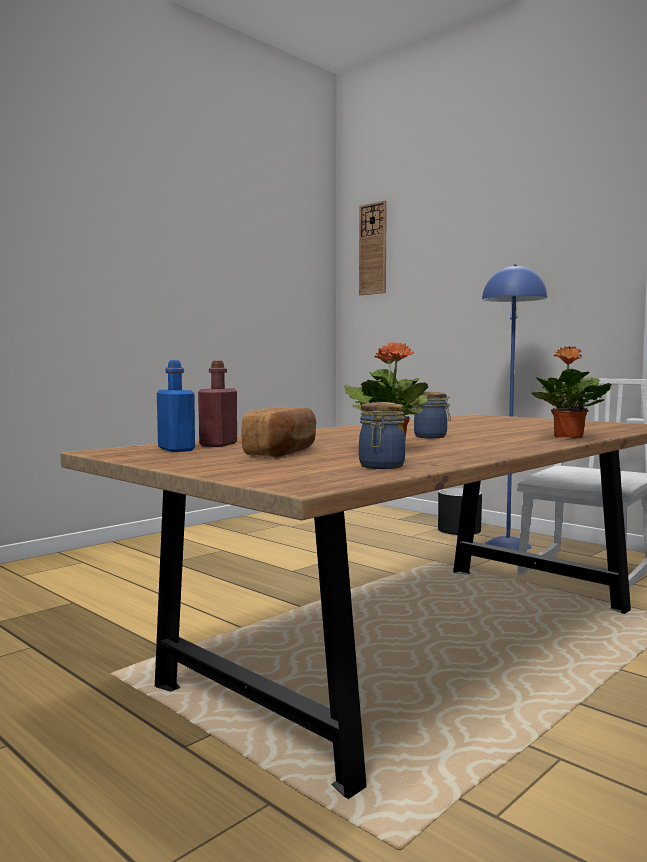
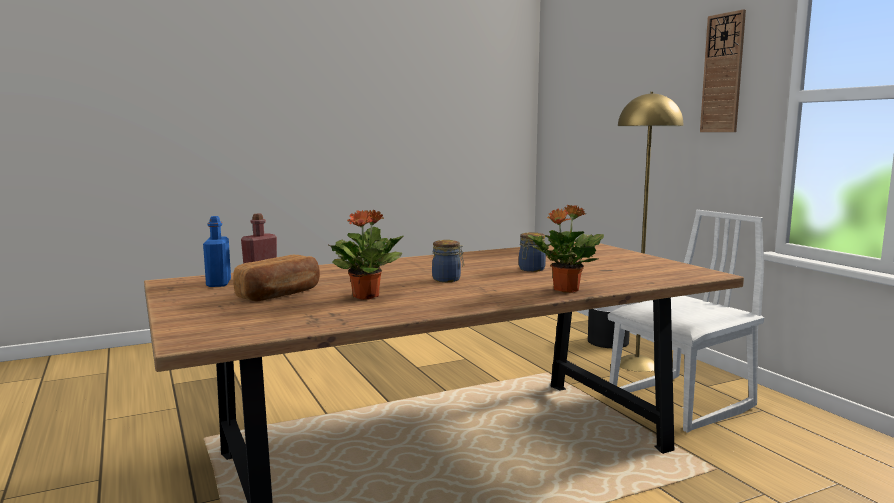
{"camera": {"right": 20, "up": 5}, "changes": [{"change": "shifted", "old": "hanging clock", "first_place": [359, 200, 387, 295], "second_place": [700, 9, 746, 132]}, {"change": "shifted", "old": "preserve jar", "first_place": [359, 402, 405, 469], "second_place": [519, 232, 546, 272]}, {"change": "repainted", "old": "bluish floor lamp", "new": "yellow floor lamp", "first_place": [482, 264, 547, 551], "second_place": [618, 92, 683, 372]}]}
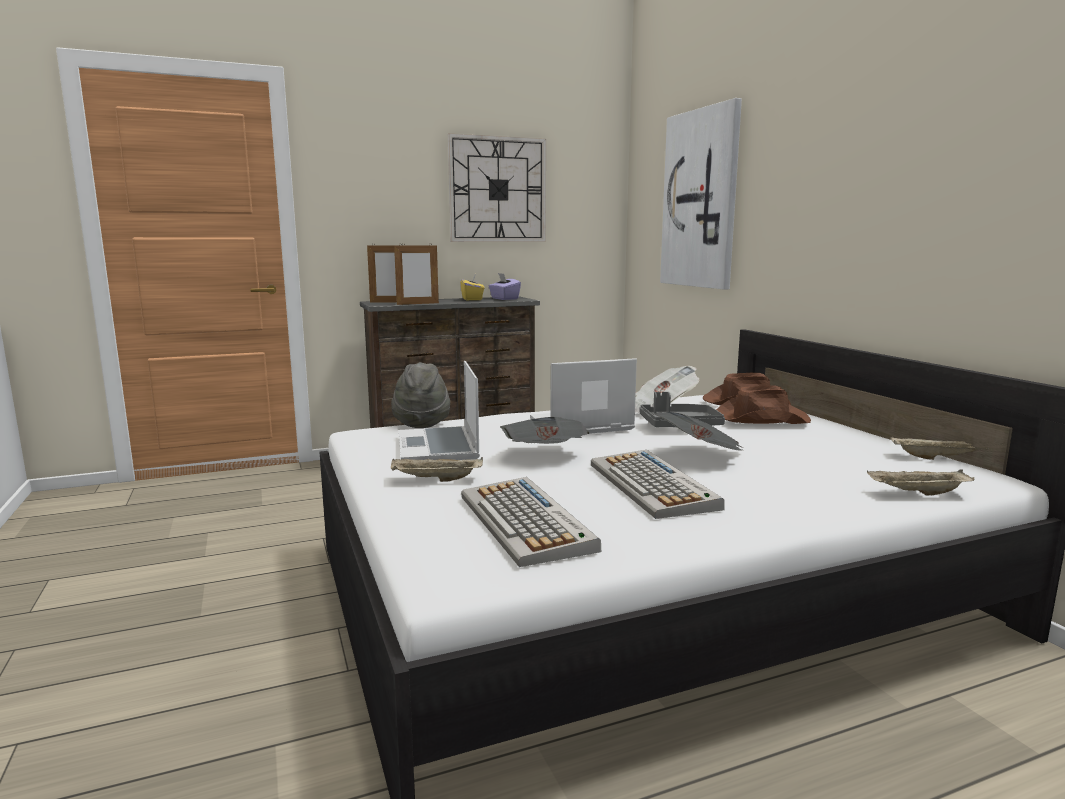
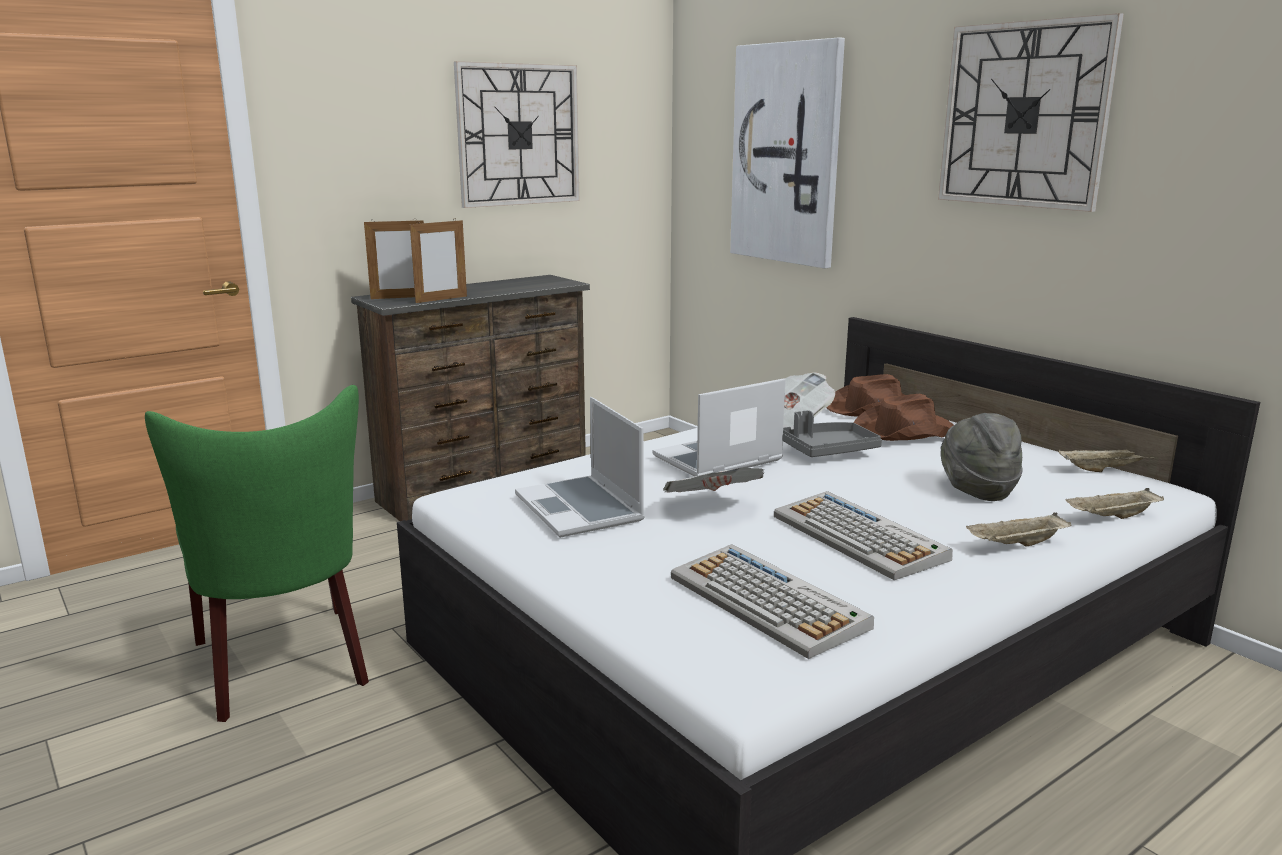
{"camera": {"right": -15, "up": 5}, "changes": [{"change": "gone", "old": "yellow box of tissues", "first_place": [460, 274, 484, 300]}, {"change": "gone", "old": "purple box of tissues", "first_place": [489, 273, 521, 300]}, {"change": "gone", "old": "daily paper", "first_place": [655, 412, 743, 450]}, {"change": "new", "new": "green plain chair", "second_place": [145, 385, 369, 722]}, {"change": "new", "new": "hanging clock", "second_place": [938, 13, 1124, 212]}, {"change": "shifted", "old": "gray clothing hat", "first_place": [391, 362, 450, 428], "second_place": [941, 413, 1023, 501]}, {"change": "shifted", "old": "beige carrying tray", "first_place": [391, 457, 483, 482], "second_place": [966, 512, 1071, 547]}]}
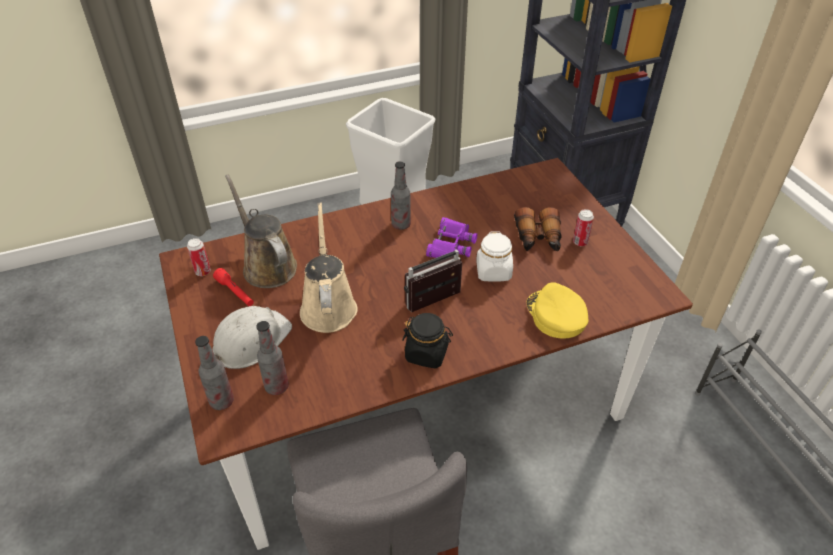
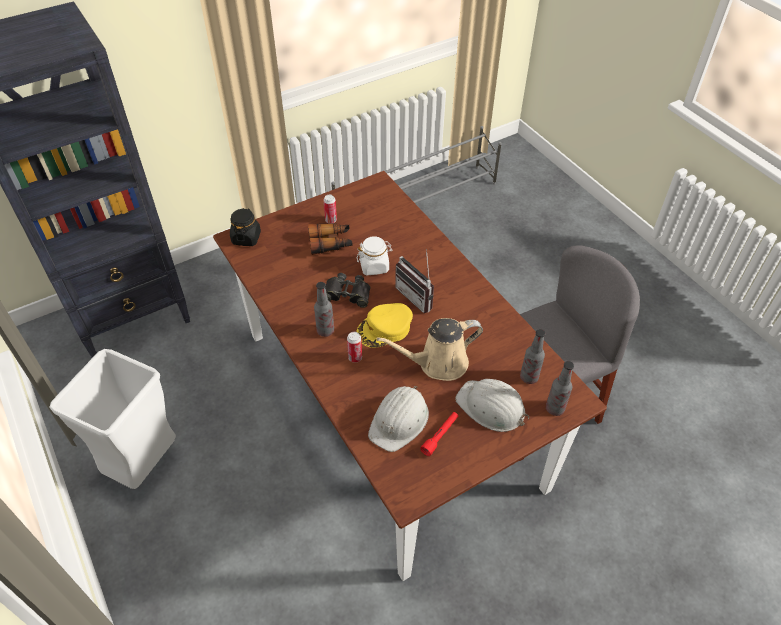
{"camera": {"right": -100, "up": 5}, "changes": [{"change": "shifted", "old": "can", "first_place": [187, 238, 211, 276], "second_place": [347, 332, 362, 363]}, {"change": "shifted", "old": "black-coloured preserve jar", "first_place": [402, 313, 453, 368], "second_place": [230, 208, 261, 246]}, {"change": "shifted", "old": "yellow peaked cap", "first_place": [527, 282, 588, 339], "second_place": [356, 303, 413, 348]}, {"change": "swapped", "old": "brown-coloured watering can", "new": "whitish hard hat", "first_place": [225, 174, 297, 288], "second_place": [368, 386, 429, 452]}, {"change": "repainted", "old": "purple binoculars", "new": "black-coloured binoculars", "first_place": [426, 217, 477, 258], "second_place": [325, 273, 371, 308]}]}
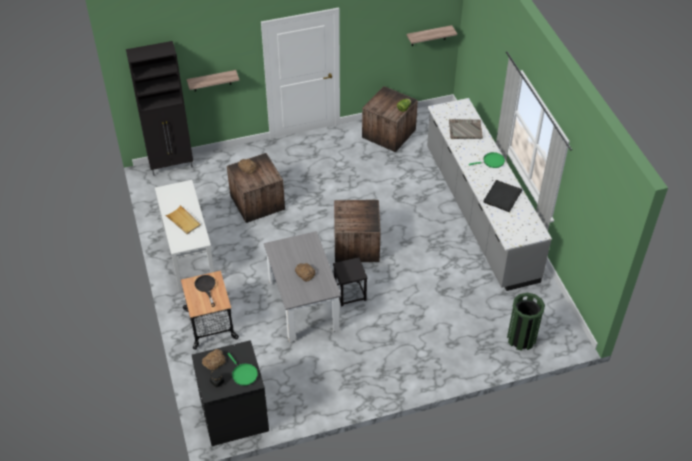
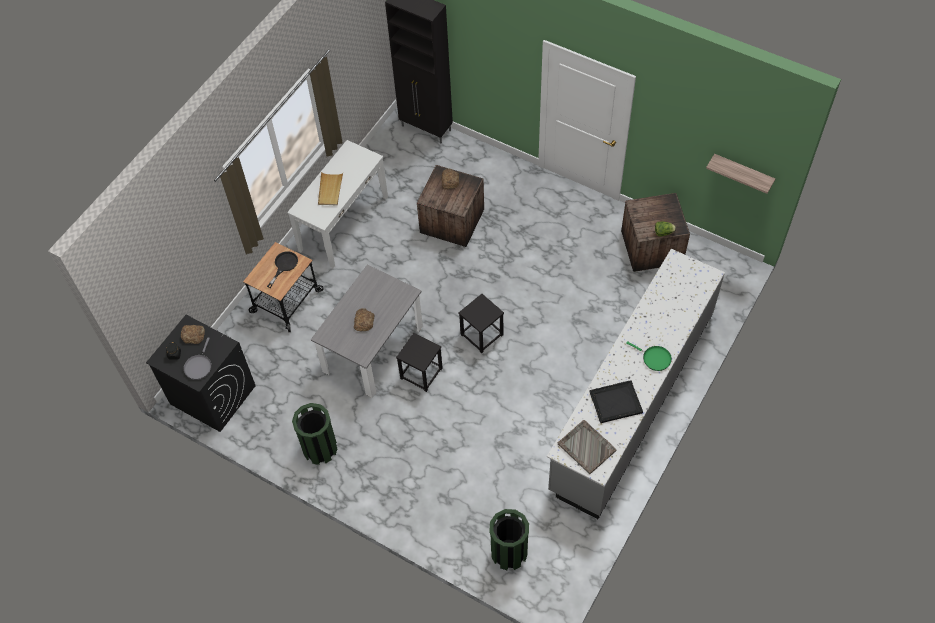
{"camera": {"right": 50, "up": 10}, "changes": [{"change": "gone", "old": "shelf", "first_place": [187, 70, 239, 92]}, {"change": "new", "new": "green rubbish bin", "second_place": [292, 403, 337, 465]}, {"change": "shifted", "old": "gray carrying tray", "first_place": [449, 119, 483, 139], "second_place": [558, 420, 617, 474]}, {"change": "swapped", "old": "packing crate", "new": "black-coloured stool", "first_place": [334, 200, 381, 263], "second_place": [458, 294, 504, 353]}, {"change": "repainted", "old": "green pan", "new": "gray pan", "first_place": [227, 353, 258, 386], "second_place": [183, 337, 212, 380]}]}
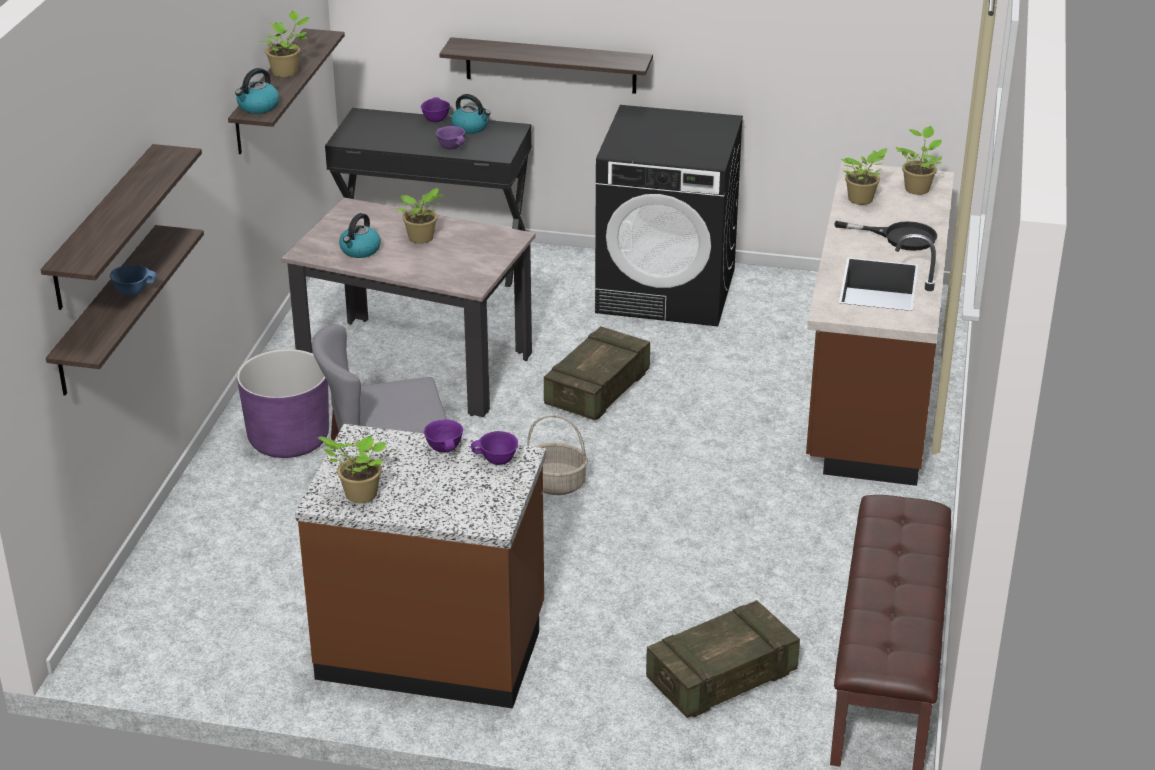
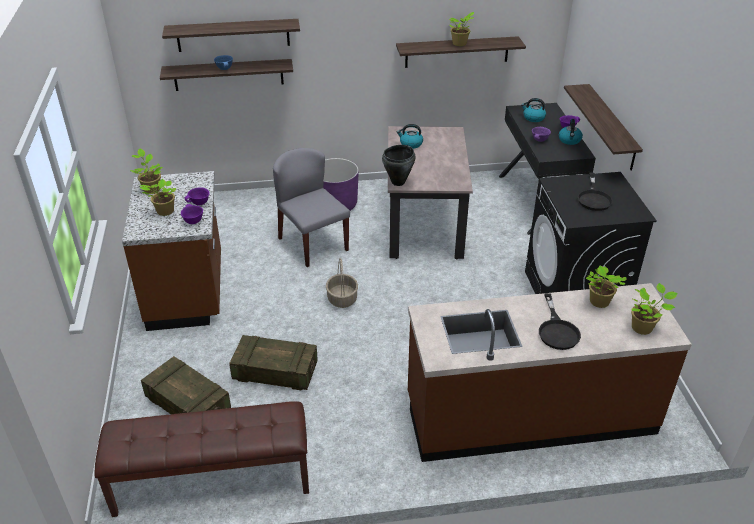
{"camera": {"right": 70, "up": 5}, "changes": [{"change": "new", "new": "black-coloured cooking pot", "second_place": [382, 145, 416, 186]}, {"change": "new", "new": "black-coloured pan", "second_place": [578, 173, 613, 211]}, {"change": "shifted", "old": "kettle", "first_place": [235, 68, 279, 114], "second_place": [521, 98, 546, 122]}, {"change": "shifted", "old": "potted plant", "first_place": [397, 188, 443, 244], "second_place": [139, 179, 176, 216]}, {"change": "shifted", "old": "packing crate", "first_place": [544, 326, 650, 420], "second_place": [229, 335, 318, 390]}]}
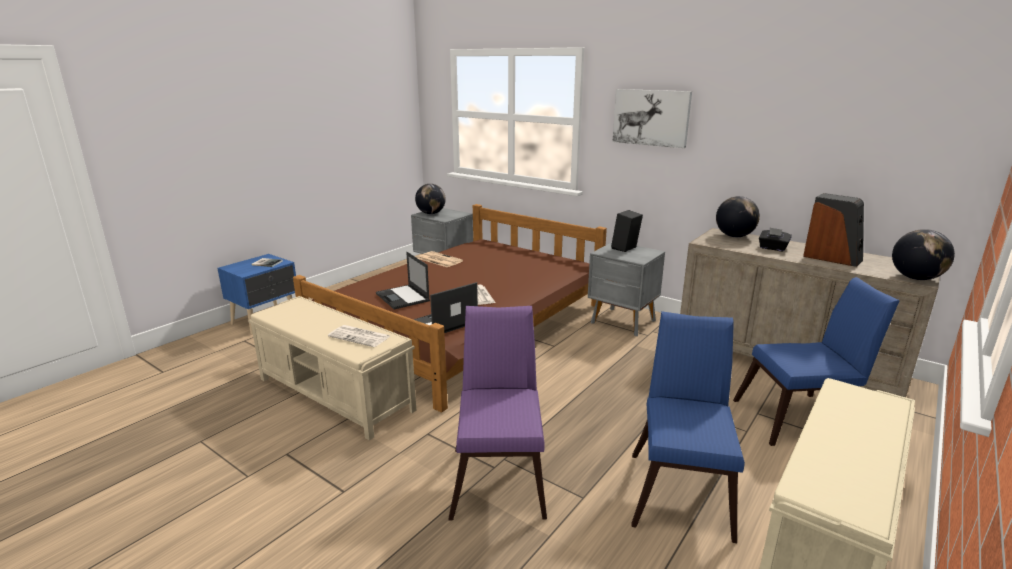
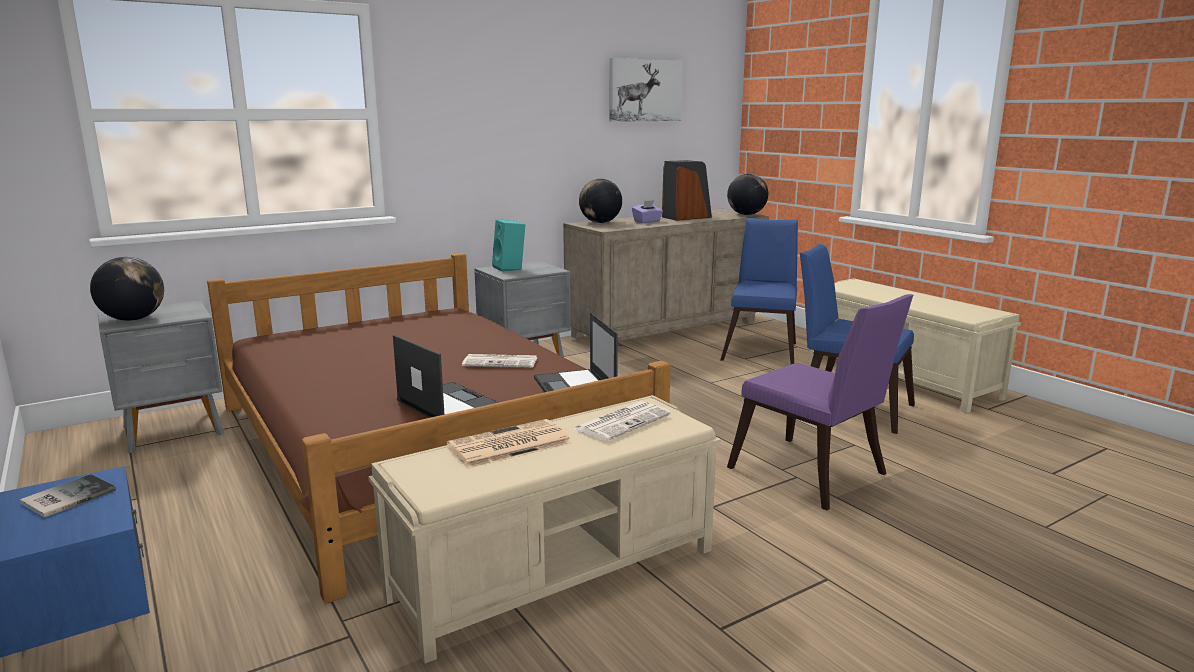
{"camera": {"right": -70, "up": -5}, "changes": [{"change": "shifted", "old": "daily paper", "first_place": [418, 251, 463, 268], "second_place": [447, 419, 571, 468]}, {"change": "shifted", "old": "wall art", "first_place": [612, 89, 692, 148], "second_place": [609, 58, 683, 122]}, {"change": "repainted", "old": "black-coloured speaker", "new": "turquoise-coloured speaker", "first_place": [611, 210, 643, 252], "second_place": [492, 219, 525, 272]}, {"change": "repainted", "old": "black-coloured box of tissues", "new": "purple box of tissues", "first_place": [759, 228, 792, 251], "second_place": [632, 200, 663, 223]}, {"change": "rotated", "old": "notebook computer", "first_place": [376, 252, 430, 310], "second_place": [393, 335, 499, 418], "degrees": -120}, {"change": "rotated", "old": "purple plain chair", "first_place": [449, 306, 547, 520], "second_place": [727, 294, 913, 511], "degrees": -150}]}
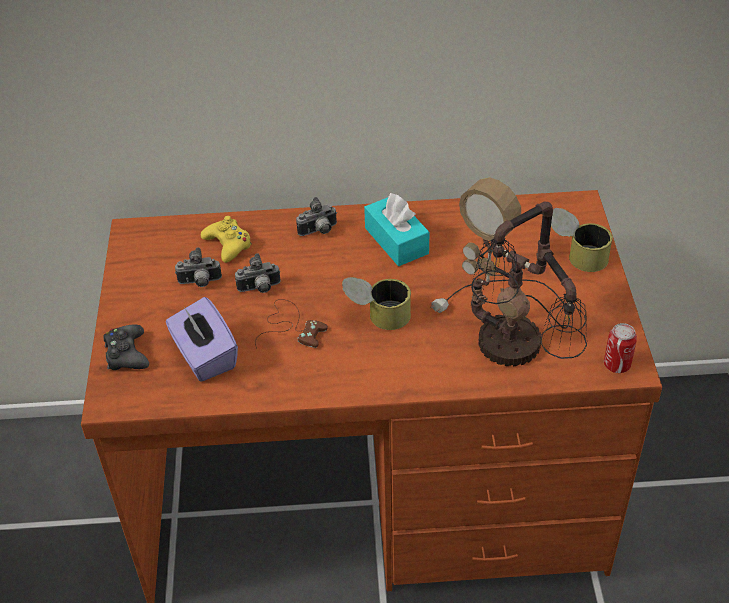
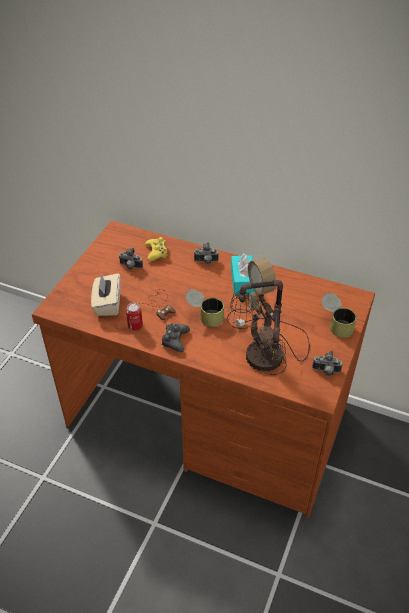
{"camera": {"right": 25, "up": 0}, "changes": [{"change": "shifted", "old": "black-coloured joypad", "first_place": [103, 324, 149, 370], "second_place": [161, 323, 190, 352]}, {"change": "shifted", "old": "still camera", "first_place": [235, 253, 281, 293], "second_place": [312, 351, 342, 376]}, {"change": "shifted", "old": "can", "first_place": [604, 323, 637, 373], "second_place": [126, 303, 143, 331]}, {"change": "repainted", "old": "purple box of tissues", "new": "beige box of tissues", "first_place": [166, 297, 238, 382], "second_place": [91, 273, 121, 316]}]}
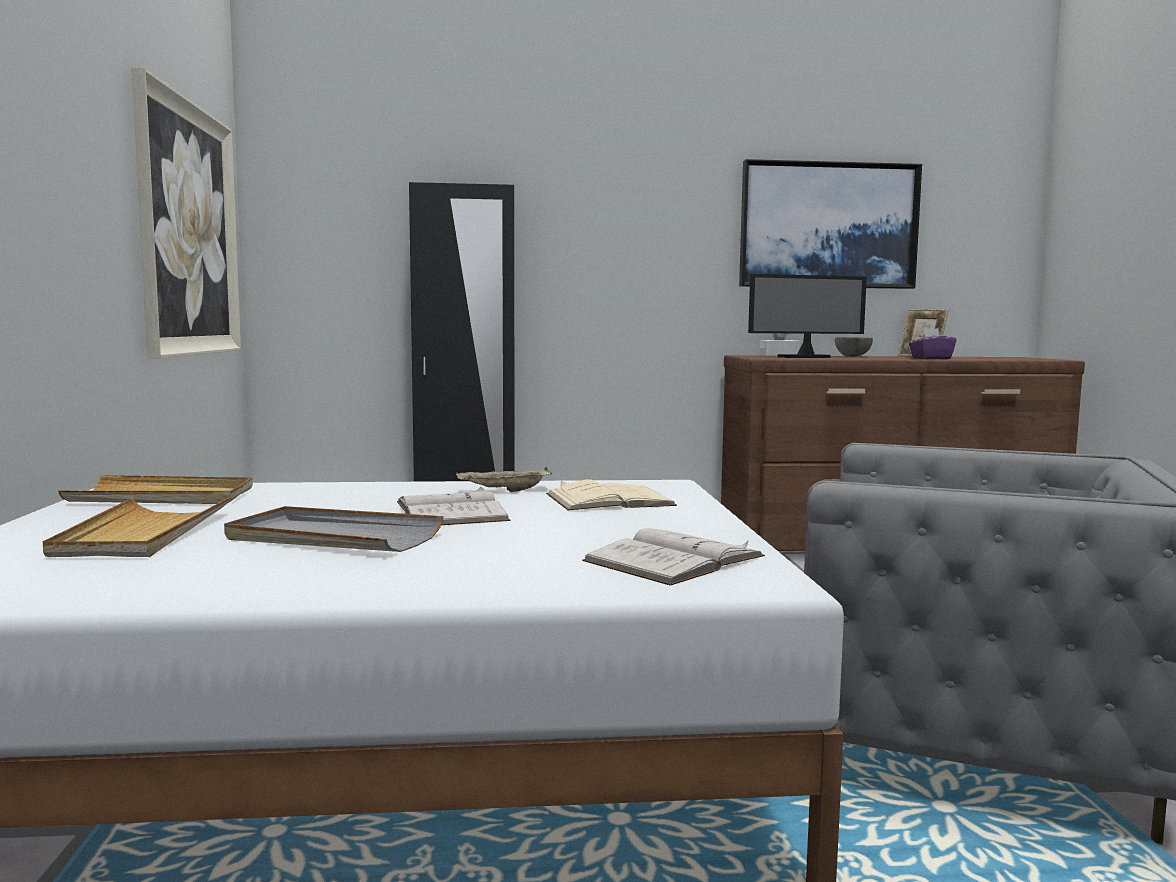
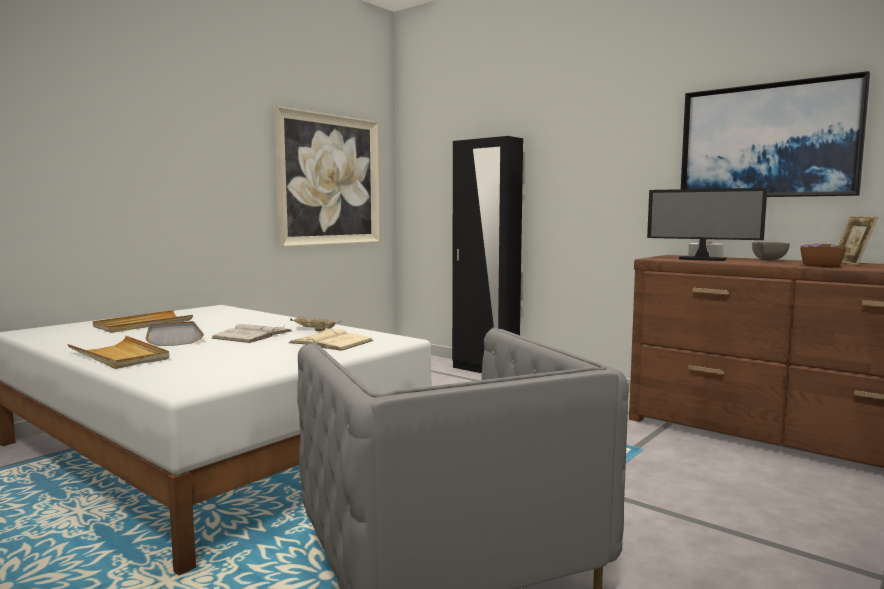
{"camera": {"right": 45, "up": 0}, "changes": [{"change": "gone", "old": "whitish book", "first_place": [582, 528, 765, 586]}, {"change": "shifted", "old": "beige carrying tray", "first_place": [58, 475, 253, 504], "second_place": [67, 336, 169, 369]}, {"change": "repainted", "old": "purple box of tissues", "new": "brown-coloured box of tissues", "first_place": [909, 328, 957, 359], "second_place": [800, 236, 846, 267]}]}
